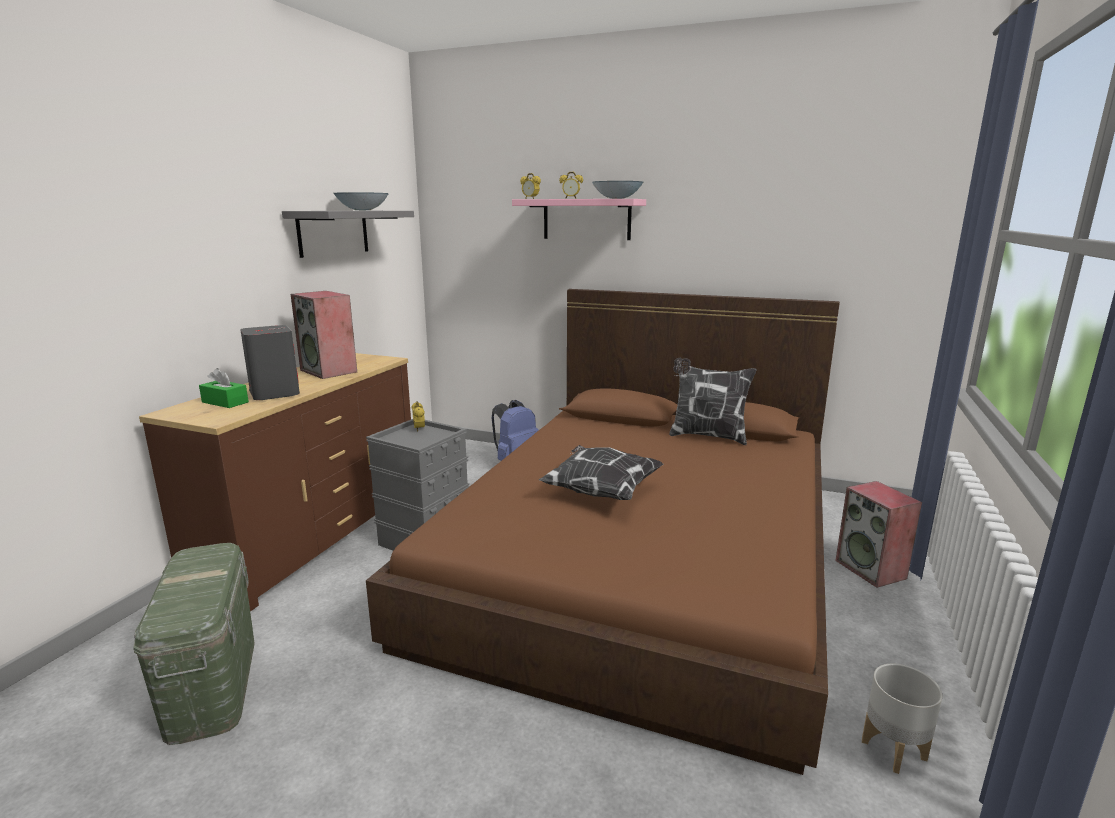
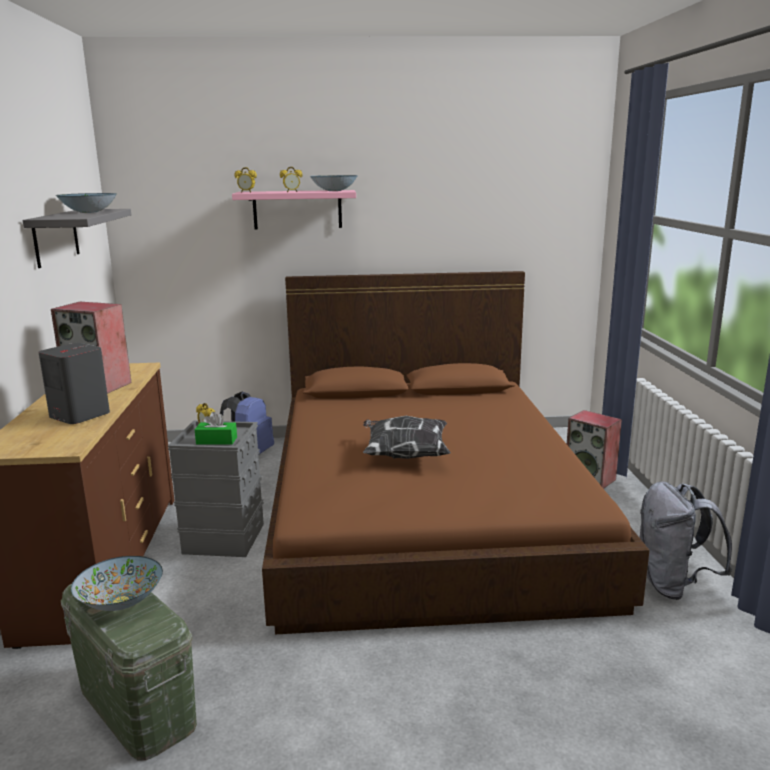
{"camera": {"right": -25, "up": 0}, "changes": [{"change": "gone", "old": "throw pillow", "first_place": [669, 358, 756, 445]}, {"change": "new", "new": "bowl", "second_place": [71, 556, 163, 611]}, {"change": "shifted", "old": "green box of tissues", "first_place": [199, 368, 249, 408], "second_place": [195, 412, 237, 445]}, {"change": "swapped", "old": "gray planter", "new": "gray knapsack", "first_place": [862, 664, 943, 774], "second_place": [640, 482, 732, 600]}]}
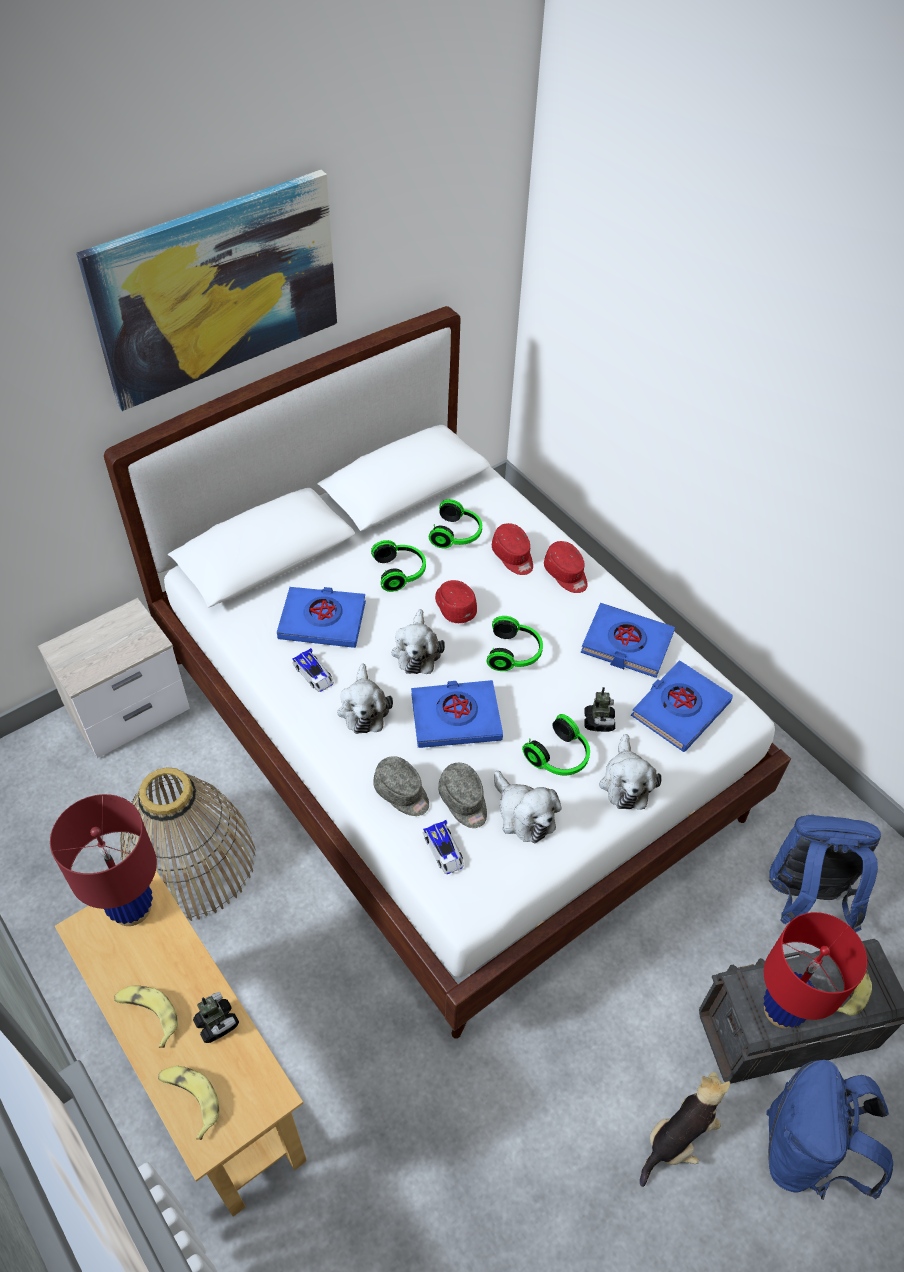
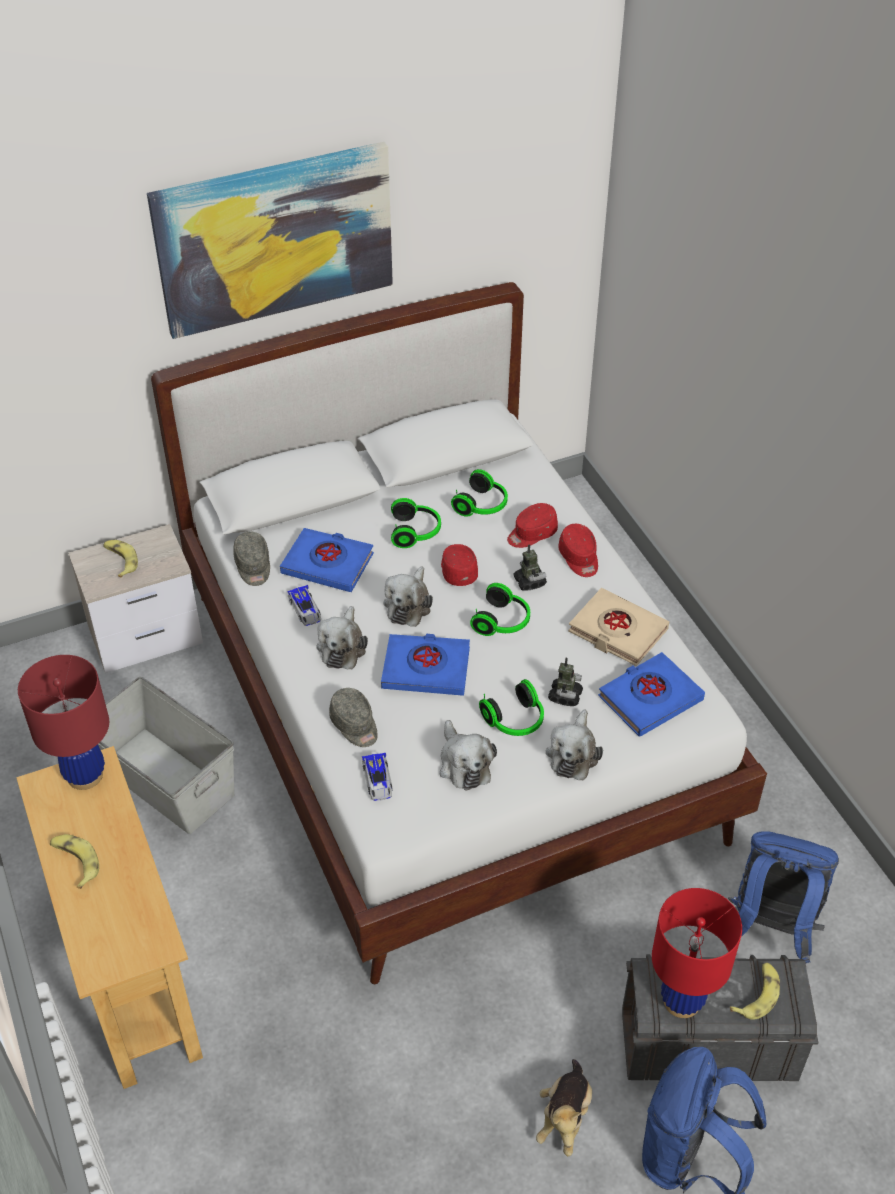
{"camera": {"right": 15, "up": -5}, "changes": [{"change": "shifted", "old": "whole banana", "first_place": [158, 1066, 220, 1140], "second_place": [103, 540, 138, 578]}, {"change": "shifted", "old": "toy robot", "first_place": [193, 992, 239, 1043], "second_place": [513, 544, 547, 591]}, {"change": "shifted", "old": "gray peaked cap", "first_place": [438, 763, 487, 828], "second_place": [233, 531, 270, 586]}, {"change": "swapped", "old": "storage basket", "new": "gray storage container", "first_place": [120, 767, 256, 921], "second_place": [98, 677, 234, 834]}, {"change": "repainted", "old": "bluish book", "new": "beige book", "first_place": [581, 603, 675, 678], "second_place": [568, 588, 669, 666]}, {"change": "rotated", "old": "red peaked cap", "first_place": [492, 523, 533, 575], "second_place": [507, 503, 558, 548], "degrees": 75}, {"change": "rotated", "old": "plush toy", "first_place": [640, 1072, 730, 1187], "second_place": [536, 1059, 592, 1156], "degrees": 135}]}
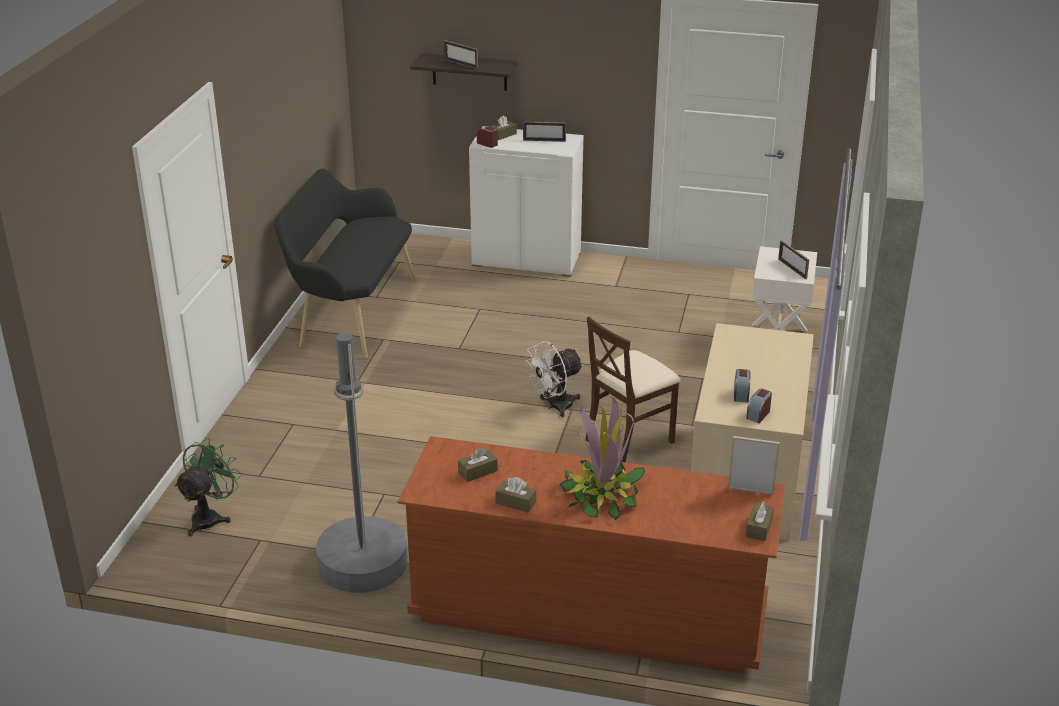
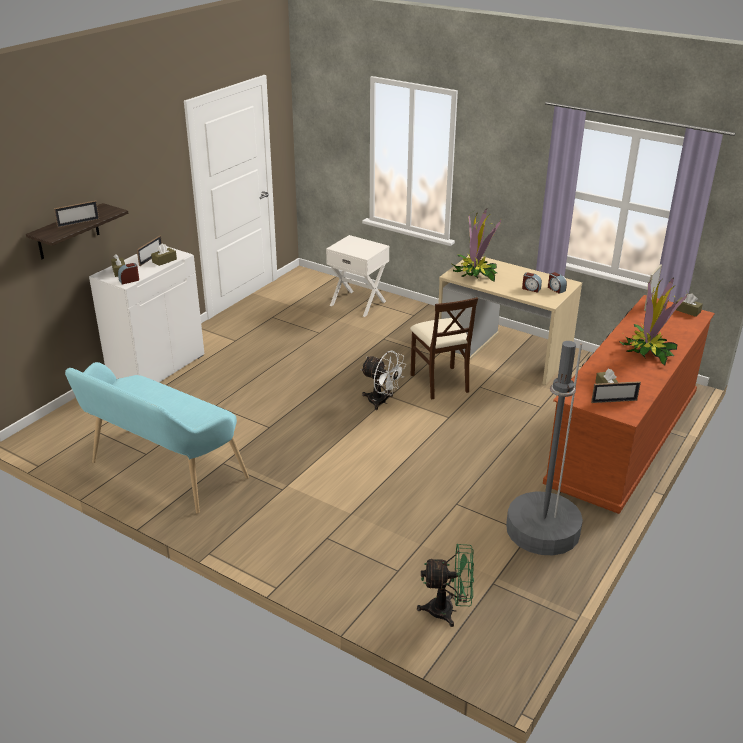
{"camera": {"right": -70, "up": 0}, "changes": [{"change": "new", "new": "potted plant", "second_place": [450, 209, 501, 282]}, {"change": "shifted", "old": "brown-coloured box of tissues", "first_place": [495, 477, 536, 513], "second_place": [151, 243, 177, 266]}, {"change": "shifted", "old": "standing frame", "first_place": [778, 240, 809, 279], "second_place": [591, 381, 641, 403]}, {"change": "repainted", "old": "black-coloured bench", "new": "turquoise-coloured bench", "first_place": [275, 168, 416, 358], "second_place": [65, 362, 249, 513]}, {"change": "rotated", "old": "green electric fan", "first_place": [175, 438, 242, 537], "second_place": [417, 544, 474, 627], "degrees": 135}, {"change": "rotated", "old": "whitish electric fan", "first_place": [525, 341, 583, 417], "second_place": [361, 350, 406, 410], "degrees": -45}]}
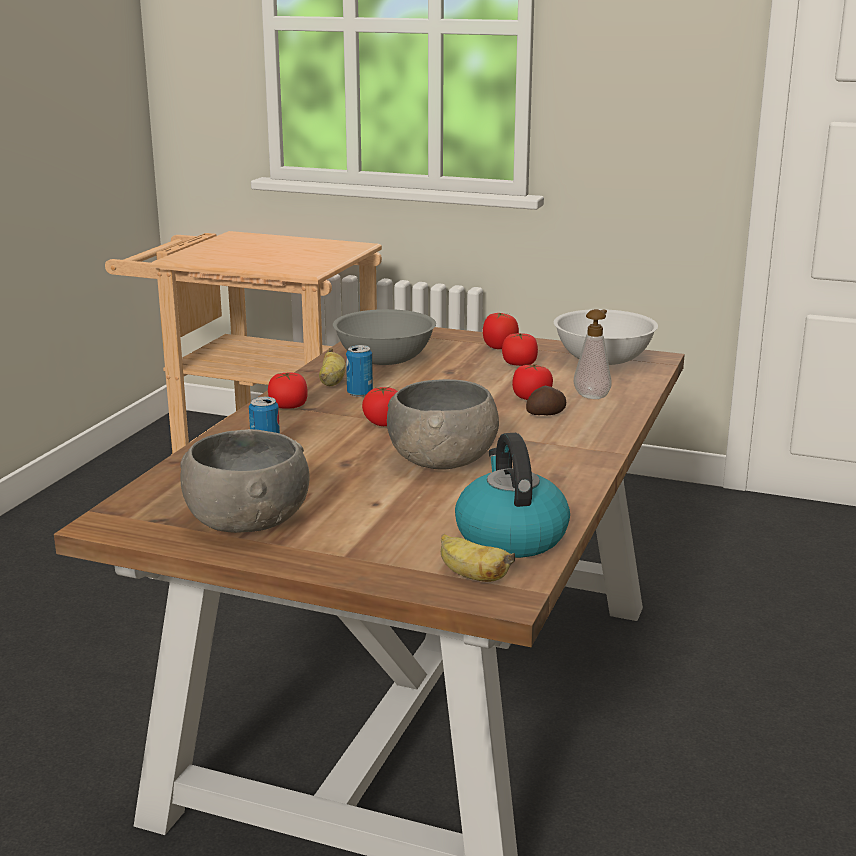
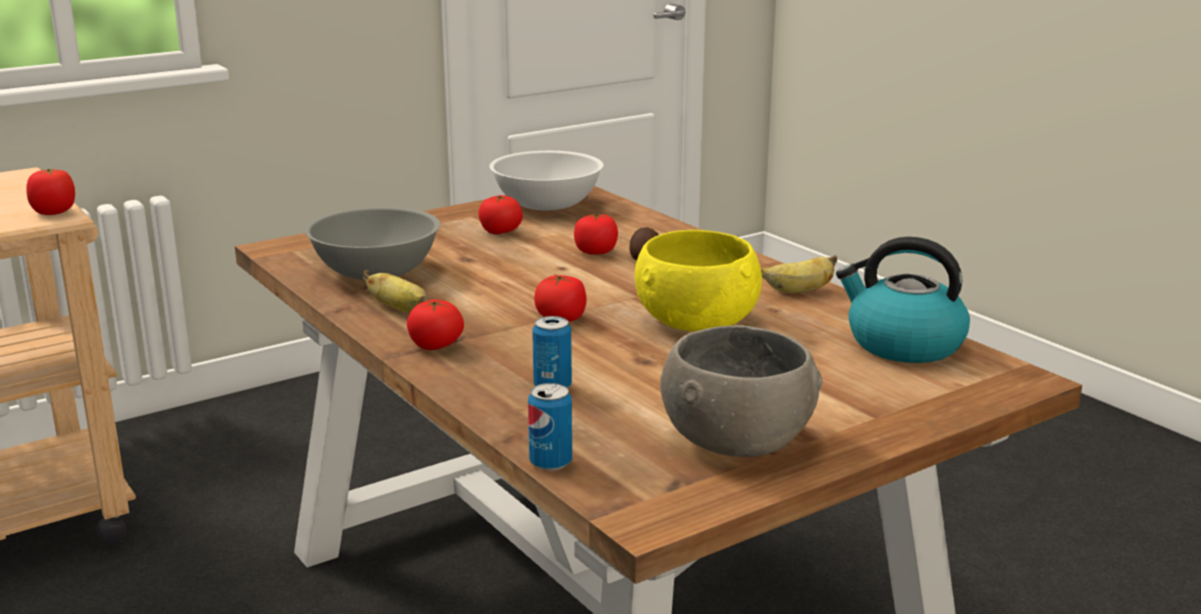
{"camera": {"right": -55, "up": 0}, "changes": [{"change": "gone", "old": "soap dispenser", "first_place": [574, 309, 611, 399]}, {"change": "shifted", "old": "can", "first_place": [346, 345, 373, 397], "second_place": [528, 383, 572, 471]}, {"change": "shifted", "old": "whole banana", "first_place": [441, 534, 515, 582], "second_place": [761, 255, 837, 293]}, {"change": "shifted", "old": "tomato", "first_place": [483, 313, 519, 349], "second_place": [27, 169, 75, 215]}, {"change": "repainted", "old": "gray bowl", "new": "yellow bowl", "first_place": [387, 379, 499, 470], "second_place": [635, 230, 762, 331]}]}
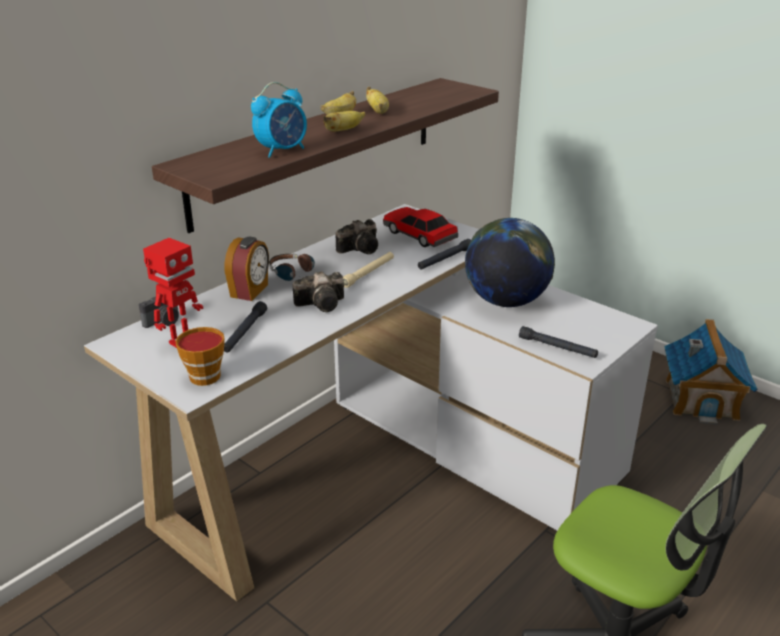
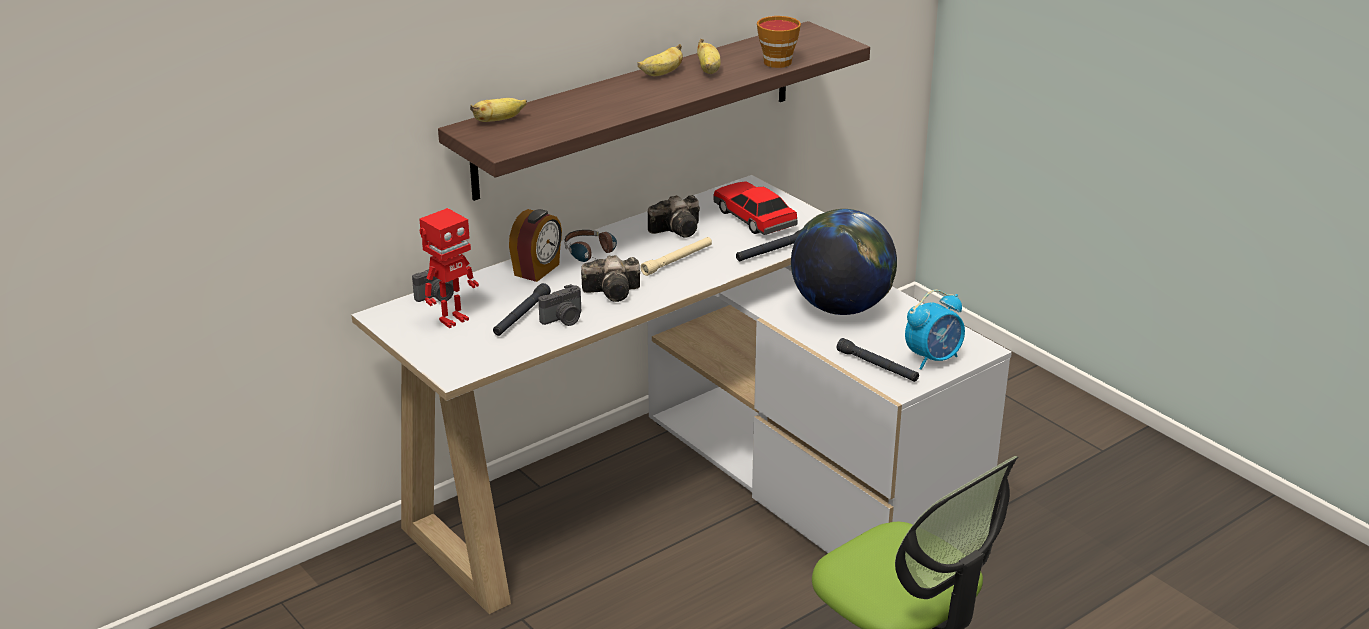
{"camera": {"right": 10, "up": 0}, "changes": [{"change": "gone", "old": "miniature house", "first_place": [664, 319, 758, 424]}, {"change": "new", "new": "still camera", "second_place": [538, 284, 581, 326]}, {"change": "shifted", "old": "small cup", "first_place": [175, 327, 225, 386], "second_place": [757, 16, 801, 68]}, {"change": "shifted", "old": "alarm clock", "first_place": [251, 82, 307, 158], "second_place": [905, 290, 965, 369]}, {"change": "shifted", "old": "whole banana", "first_place": [323, 111, 365, 132], "second_place": [470, 98, 527, 122]}]}
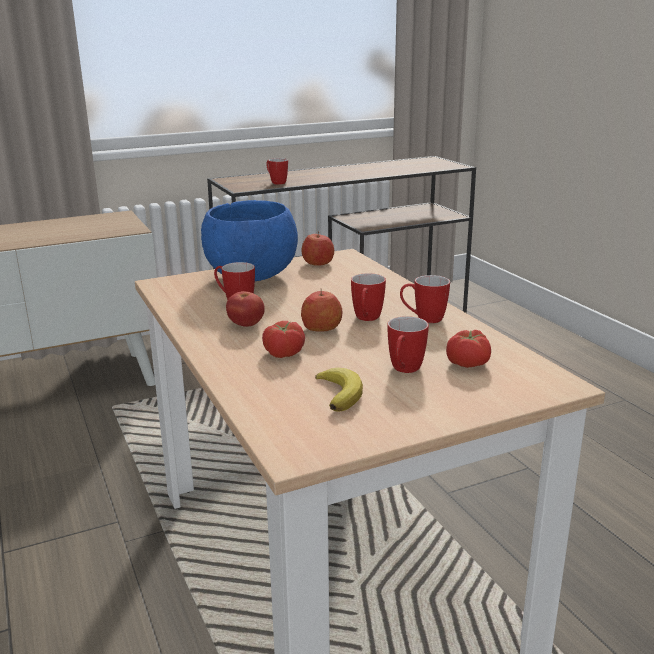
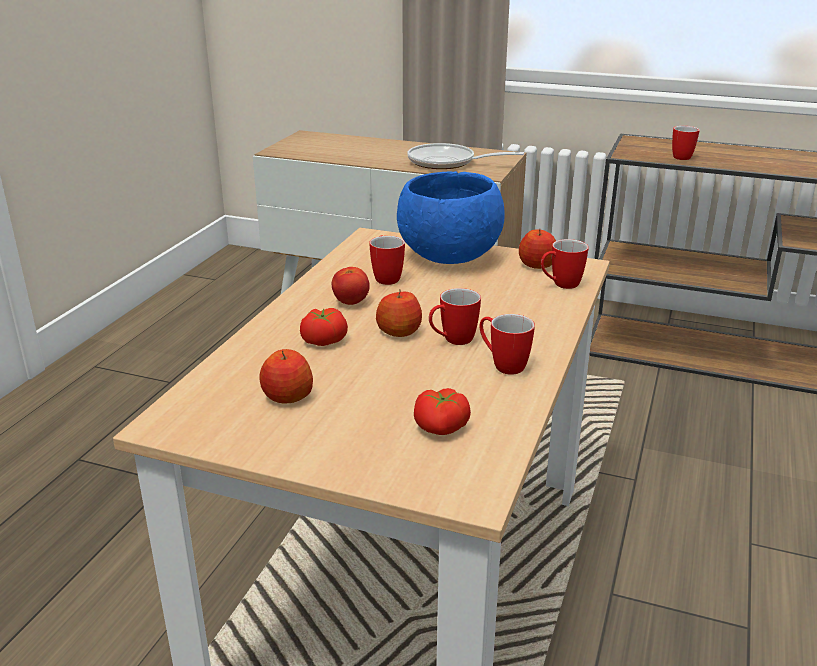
{"camera": {"right": 45, "up": 5}, "changes": [{"change": "new", "new": "pan", "second_place": [408, 143, 524, 169]}, {"change": "shifted", "old": "tea mug", "first_place": [387, 316, 429, 373], "second_place": [541, 239, 589, 289]}, {"change": "swapped", "old": "whole banana", "new": "apple fruit", "first_place": [315, 368, 363, 412], "second_place": [259, 349, 313, 403]}]}
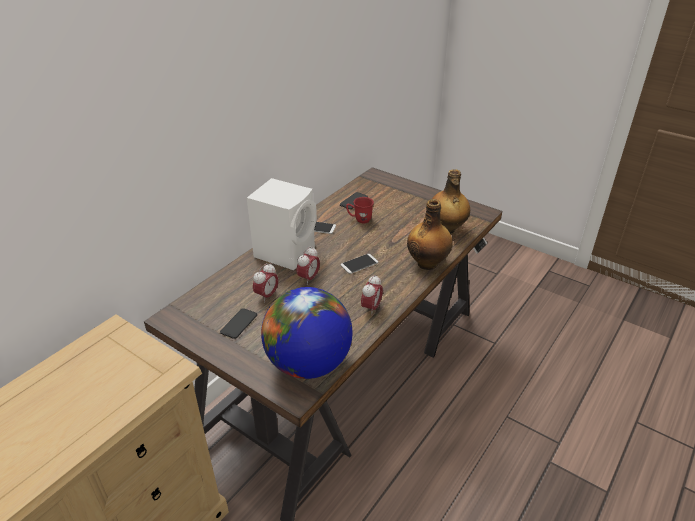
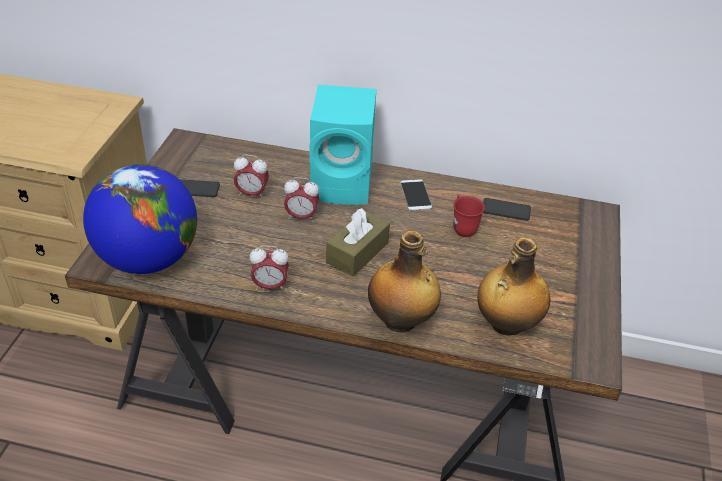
{"camera": {"right": 65, "up": 5}, "changes": [{"change": "swapped", "old": "telephone", "new": "brown-coloured box of tissues", "first_place": [341, 254, 378, 274], "second_place": [326, 208, 390, 277]}, {"change": "repainted", "old": "whitish speaker", "new": "turquoise-coloured speaker", "first_place": [247, 178, 317, 270], "second_place": [310, 85, 376, 205]}]}
